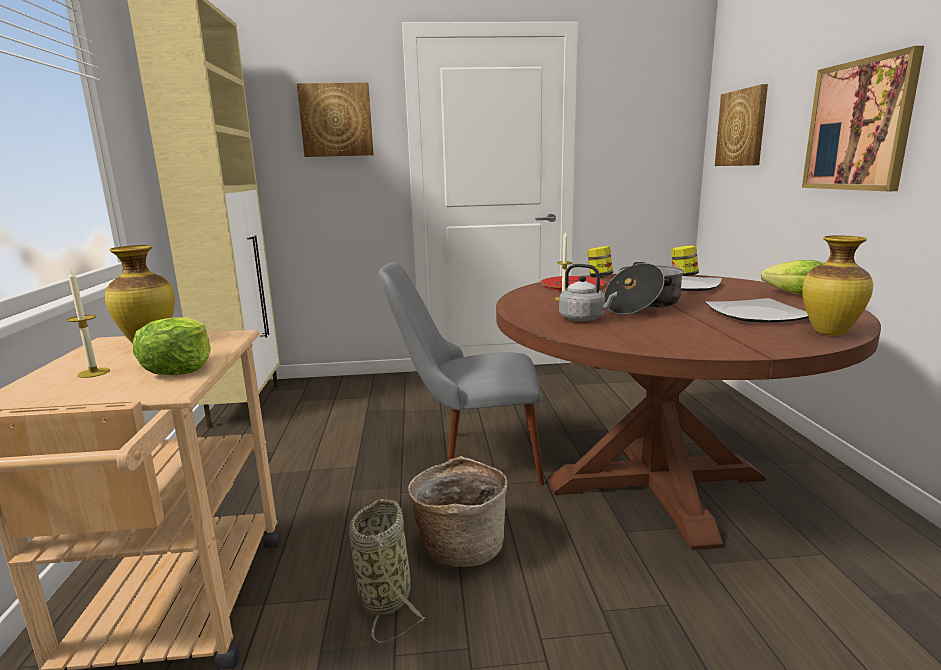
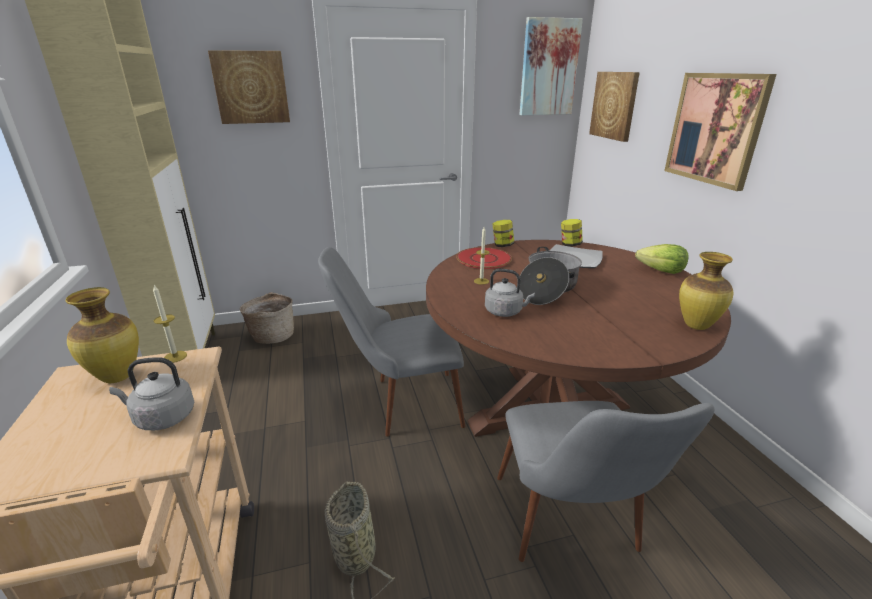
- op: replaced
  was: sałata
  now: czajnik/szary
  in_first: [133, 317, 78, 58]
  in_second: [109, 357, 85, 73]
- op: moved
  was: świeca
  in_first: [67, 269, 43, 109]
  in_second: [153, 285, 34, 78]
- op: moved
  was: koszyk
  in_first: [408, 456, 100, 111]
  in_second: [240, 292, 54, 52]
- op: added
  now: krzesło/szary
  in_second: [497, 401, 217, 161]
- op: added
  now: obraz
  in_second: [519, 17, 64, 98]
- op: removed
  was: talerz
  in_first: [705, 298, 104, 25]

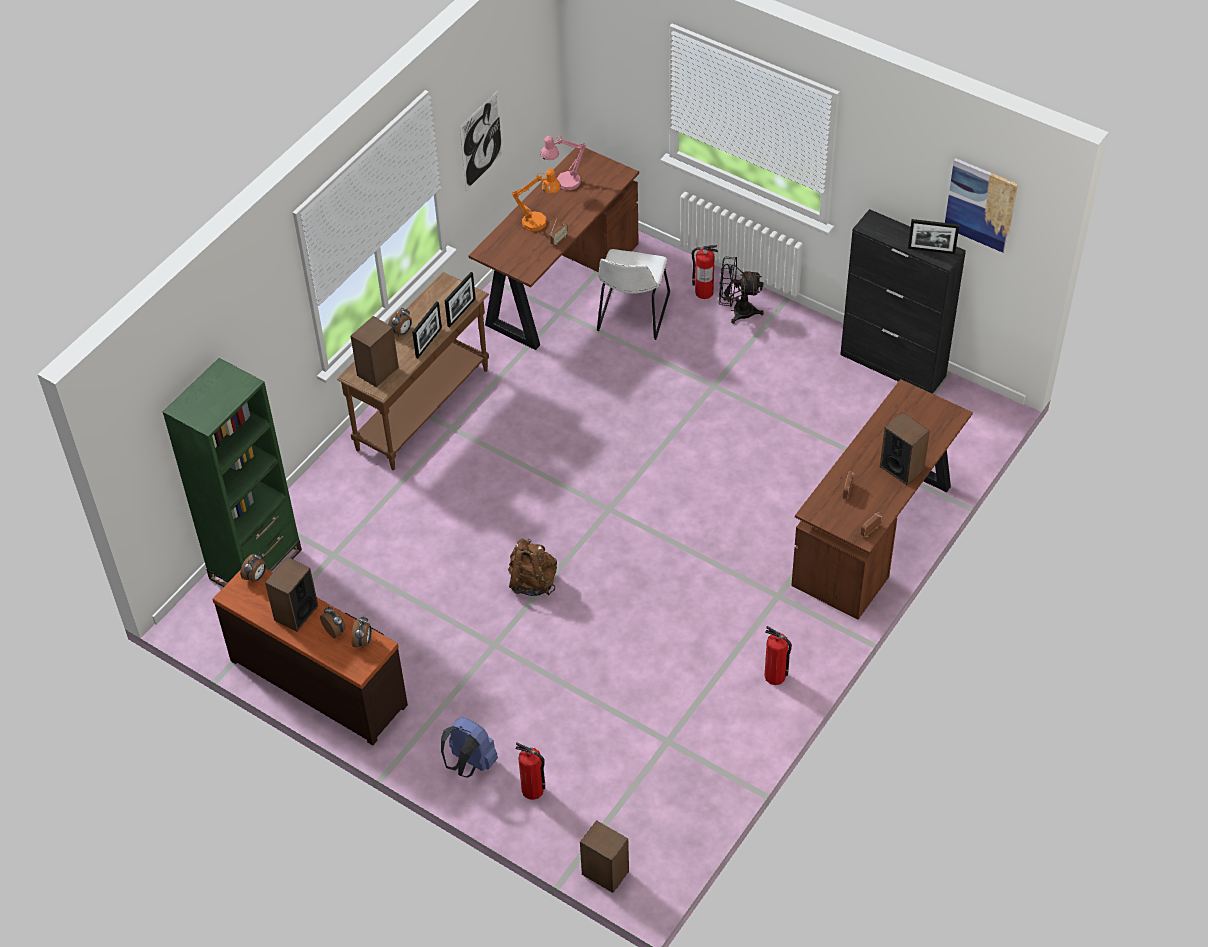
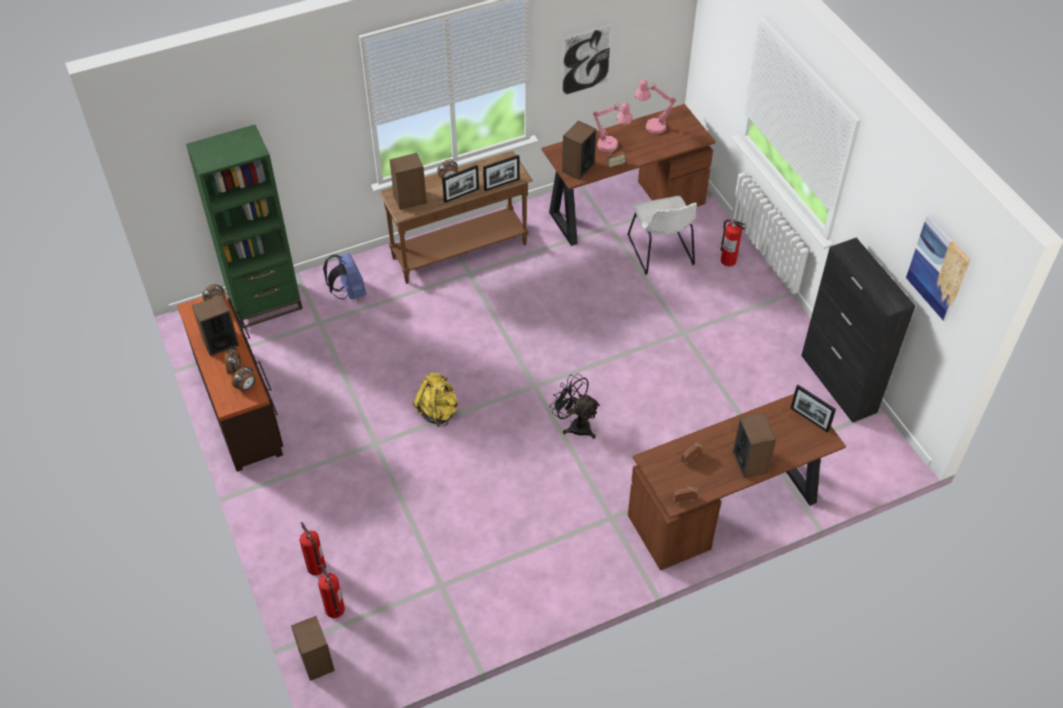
- op: moved
  was: gaśnica
  in_first: [764, 626, 28, 59]
  in_second: [318, 564, 27, 54]
- op: moved
  was: plecak/niebieski
  in_first: [441, 717, 57, 61]
  in_second: [323, 253, 43, 47]
- op: recoloured
  was: plecak/brązowy
  now: plecak/żółty
  in_first: [508, 539, 49, 57]
  in_second: [413, 373, 45, 54]
- op: moved
  was: wentylator/czarny
  in_first: [719, 257, 45, 67]
  in_second: [550, 374, 50, 65]
- op: added
  now: głośnik
  in_second: [562, 121, 34, 59]
- op: recoloured
  was: lampa stołowa/pomarańczowy
  now: lampa stołowa/różowy
  in_first: [512, 169, 49, 62]
  in_second: [593, 103, 40, 49]
- op: turned
  was: krzesło/biały
  in_first: [597, 249, 73, 91]
  in_second: [627, 196, 70, 79]
  clockwise: -60
- op: moved
  was: ramka na zdjęcie
  in_first: [908, 219, 51, 35]
  in_second: [791, 385, 45, 48]

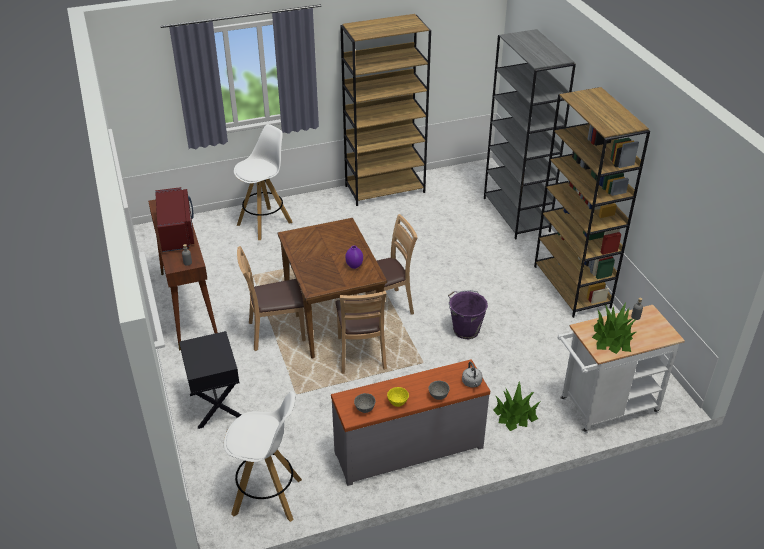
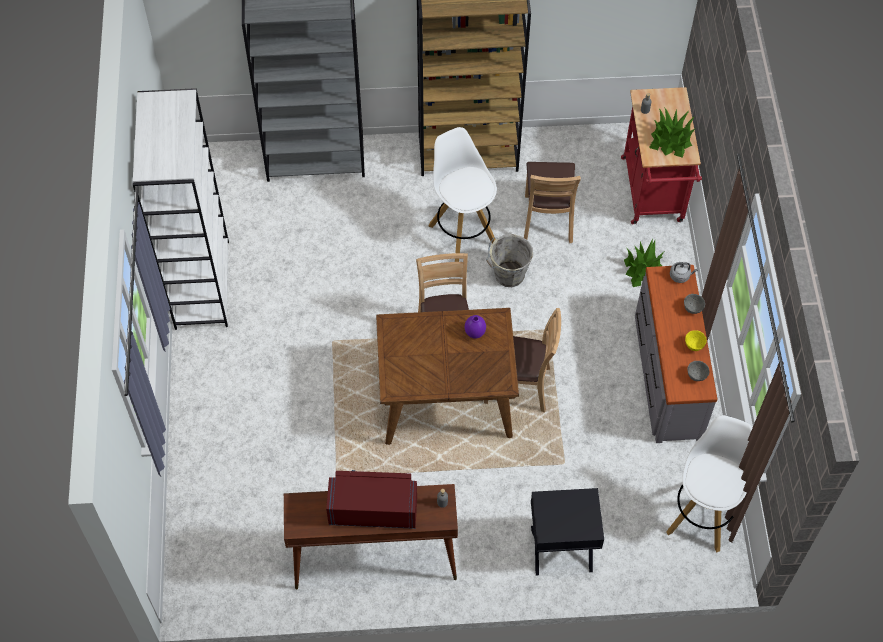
- op: recoloured
  was: regał/brązowy
  now: regał/biały
  in_first: [340, 14, 91, 192]
  in_second: [132, 88, 97, 242]
- op: moved
  was: stołek/biały
  in_first: [234, 124, 59, 116]
  in_second: [428, 127, 69, 135]
- op: recoloured
  was: wiadro/fioletowy
  now: wiadro/szary
  in_first: [448, 290, 40, 49]
  in_second: [486, 234, 47, 53]
- op: moved
  was: krzesło/brązowy
  in_first: [237, 246, 69, 105]
  in_second: [524, 162, 57, 81]
- op: recoloured
  was: wózek/biały
  now: wózek/czerwony
  in_first: [558, 305, 127, 128]
  in_second: [621, 87, 81, 137]

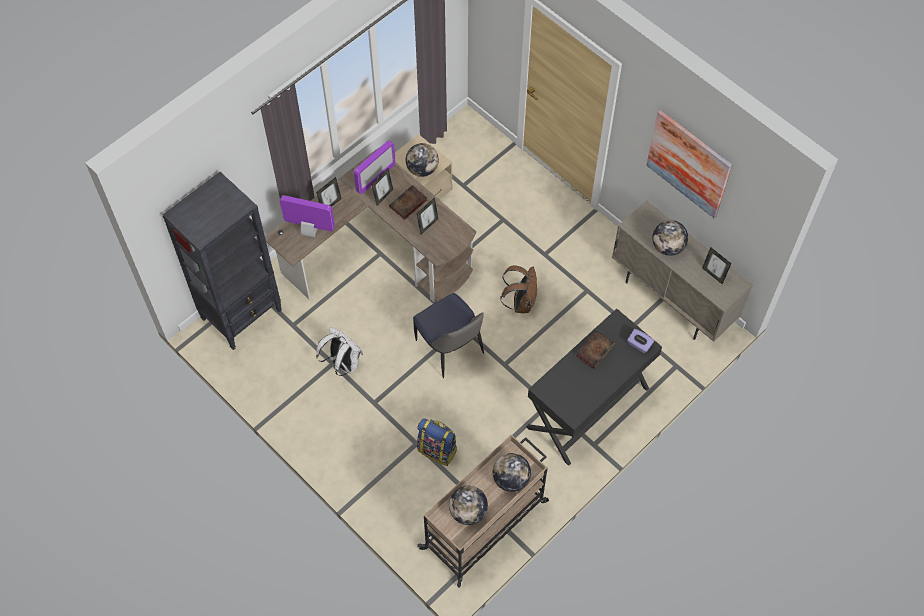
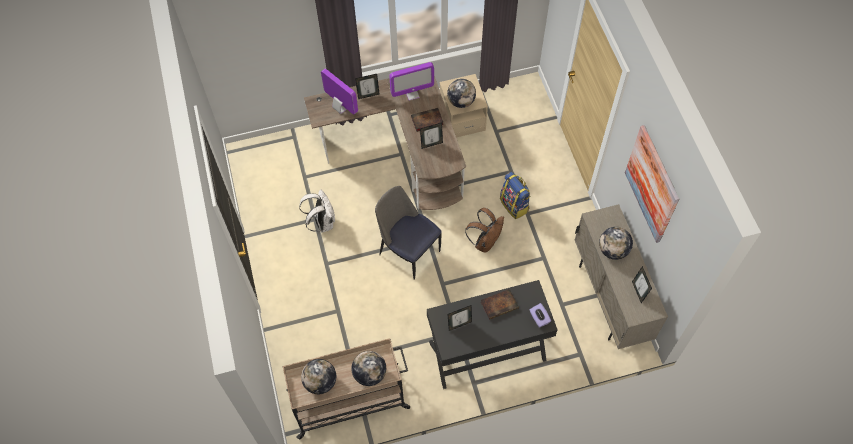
- op: turned
  was: krzesło
  in_first: [413, 293, 71, 86]
  in_second: [375, 186, 66, 94]
  clockwise: 135
- op: moved
  was: ramka na zdjęcie
  in_first: [372, 169, 21, 36]
  in_second: [448, 305, 24, 26]
- op: moved
  was: plecak
  in_first: [417, 418, 40, 48]
  in_second: [500, 172, 30, 47]
- op: removed
  was: regał/czarny
  in_first: [163, 172, 119, 178]

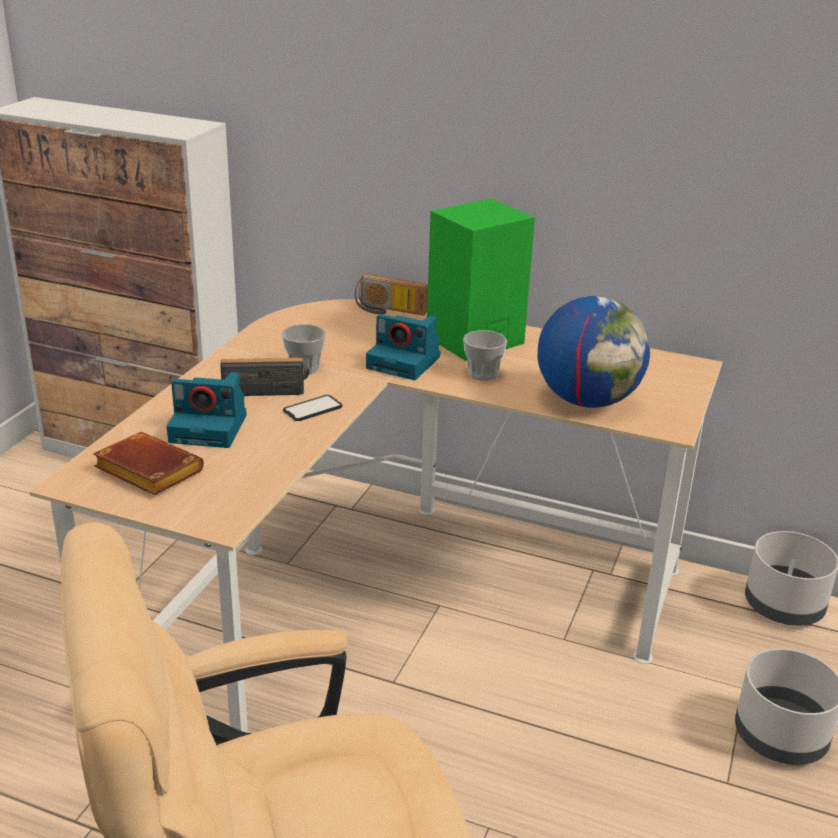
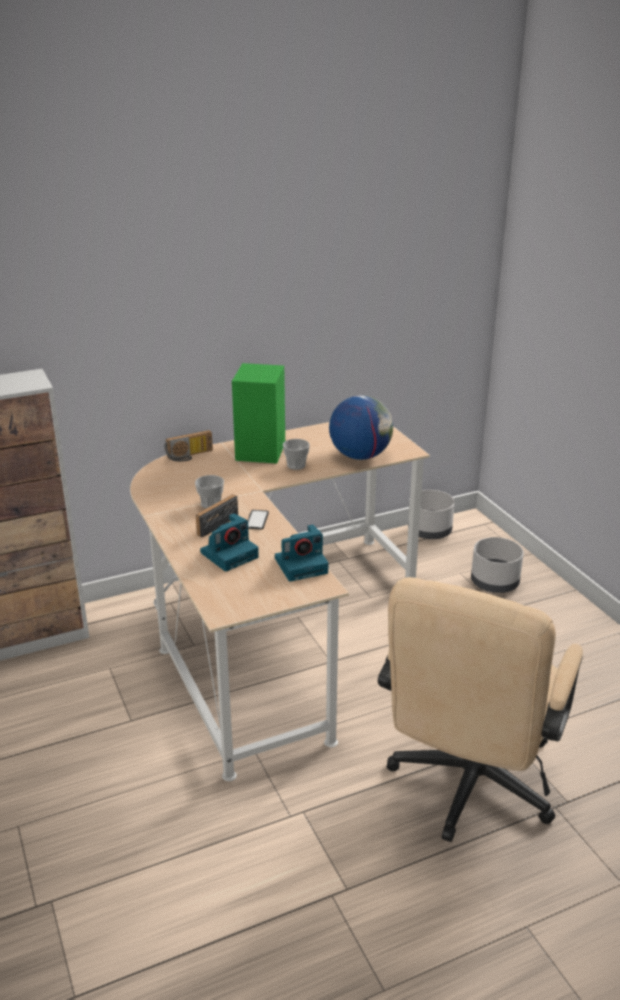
- op: moved
  was: aparat fotograficzny
  in_first: [366, 314, 74, 66]
  in_second: [275, 524, 54, 58]
- op: removed
  was: książka/brązowy
  in_first: [93, 432, 111, 63]

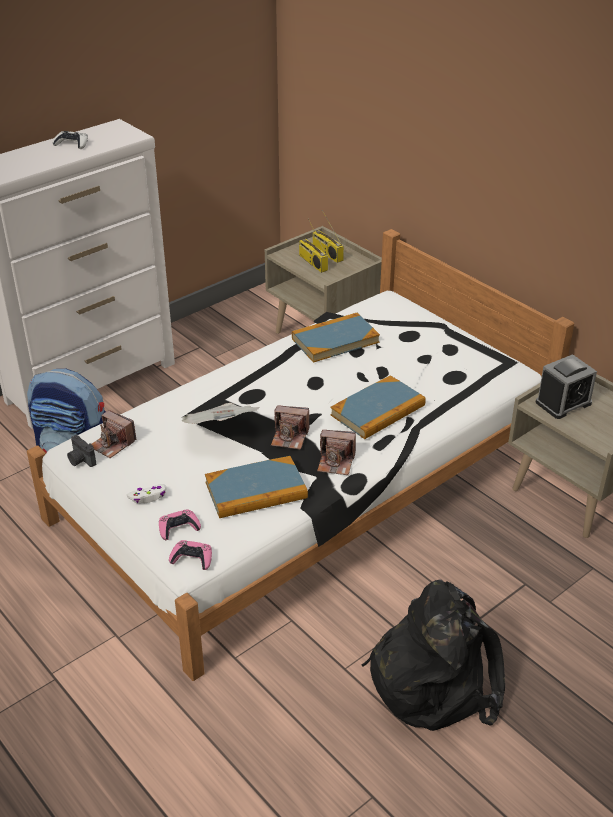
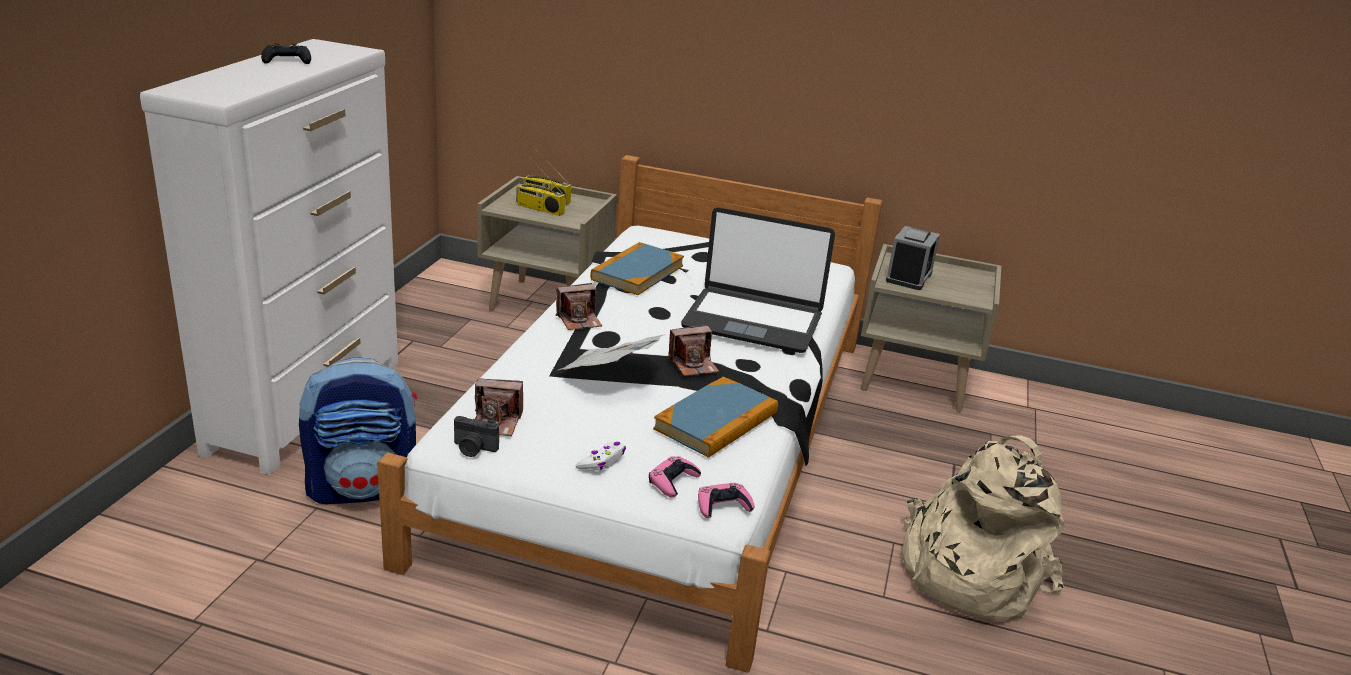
- op: recoloured
  was: pad do gier/biały
  now: pad do gier/czarny
  in_first: [52, 131, 36, 18]
  in_second: [261, 43, 50, 21]
- op: moved
  was: aparat fotograficzny
  in_first: [317, 430, 39, 45]
  in_second: [556, 283, 46, 47]
- op: replaced
  was: książka
  now: laptop
  in_first: [330, 375, 96, 64]
  in_second: [681, 207, 154, 146]
- op: recoloured
  was: plecak/czarny
  now: plecak/beżowy
  in_first: [361, 579, 144, 152]
  in_second: [902, 436, 163, 185]

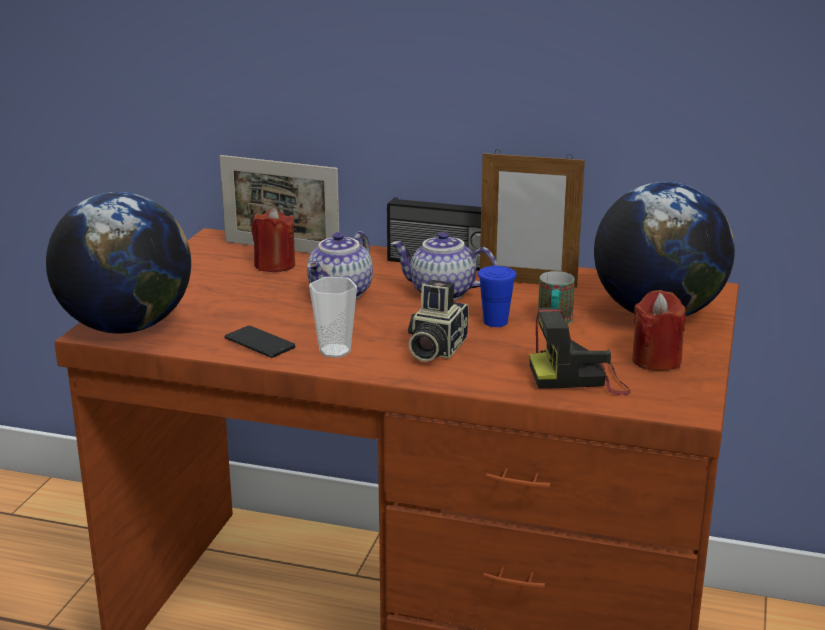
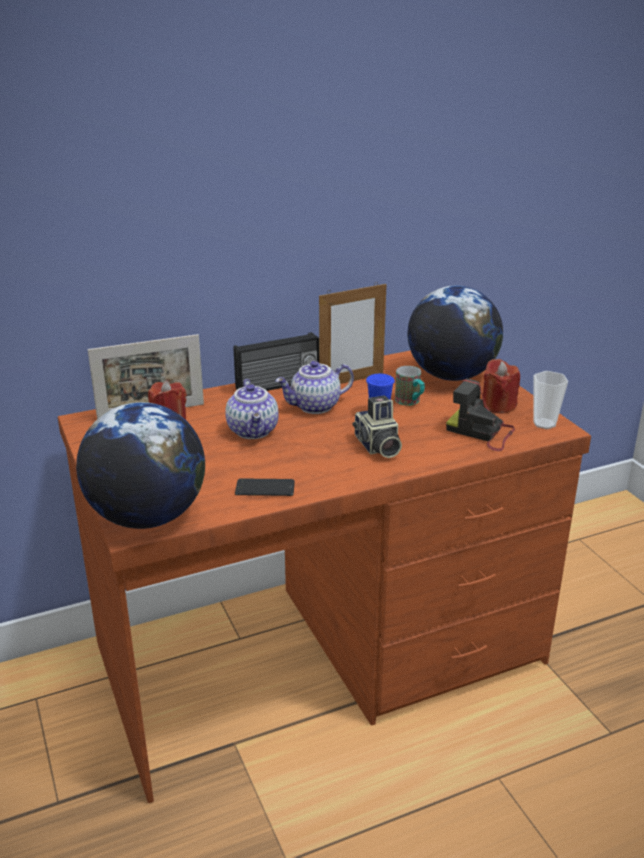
- op: turned
  was: aparat fotograficzny
  in_first: [529, 308, 102, 87]
  in_second: [446, 378, 69, 73]
  clockwise: 75
- op: moved
  was: filiżanka
  in_first: [309, 277, 48, 81]
  in_second: [534, 371, 34, 58]

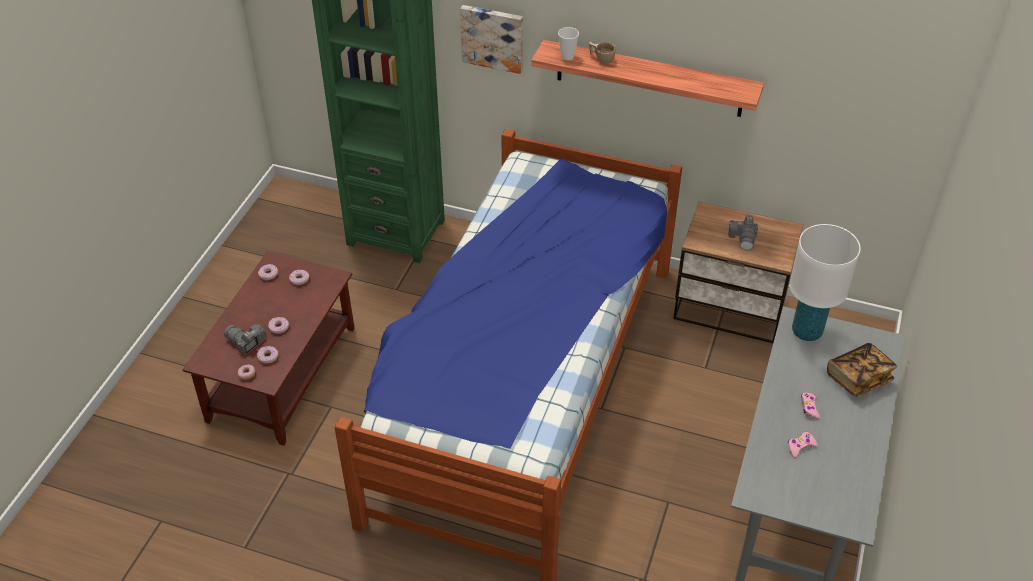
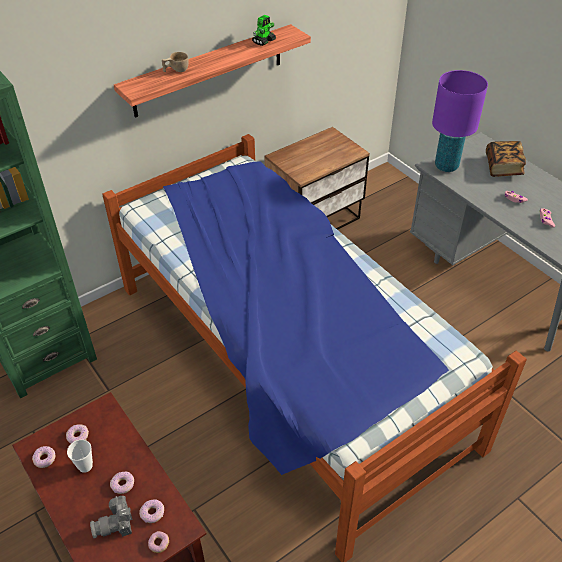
- op: moved
  was: filiżanka
  in_first: [558, 27, 21, 33]
  in_second: [67, 440, 26, 33]
- op: added
  now: robot zabawkowy
  in_second: [252, 15, 24, 31]
- op: recoloured
  was: lampa stołowa/biały
  now: lampa stołowa/fioletowy
  in_first: [789, 224, 72, 117]
  in_second: [432, 70, 56, 102]
- op: removed
  was: obraz
  in_first: [460, 5, 63, 69]
- op: removed
  was: aparat fotograficzny
  in_first: [728, 215, 31, 35]

